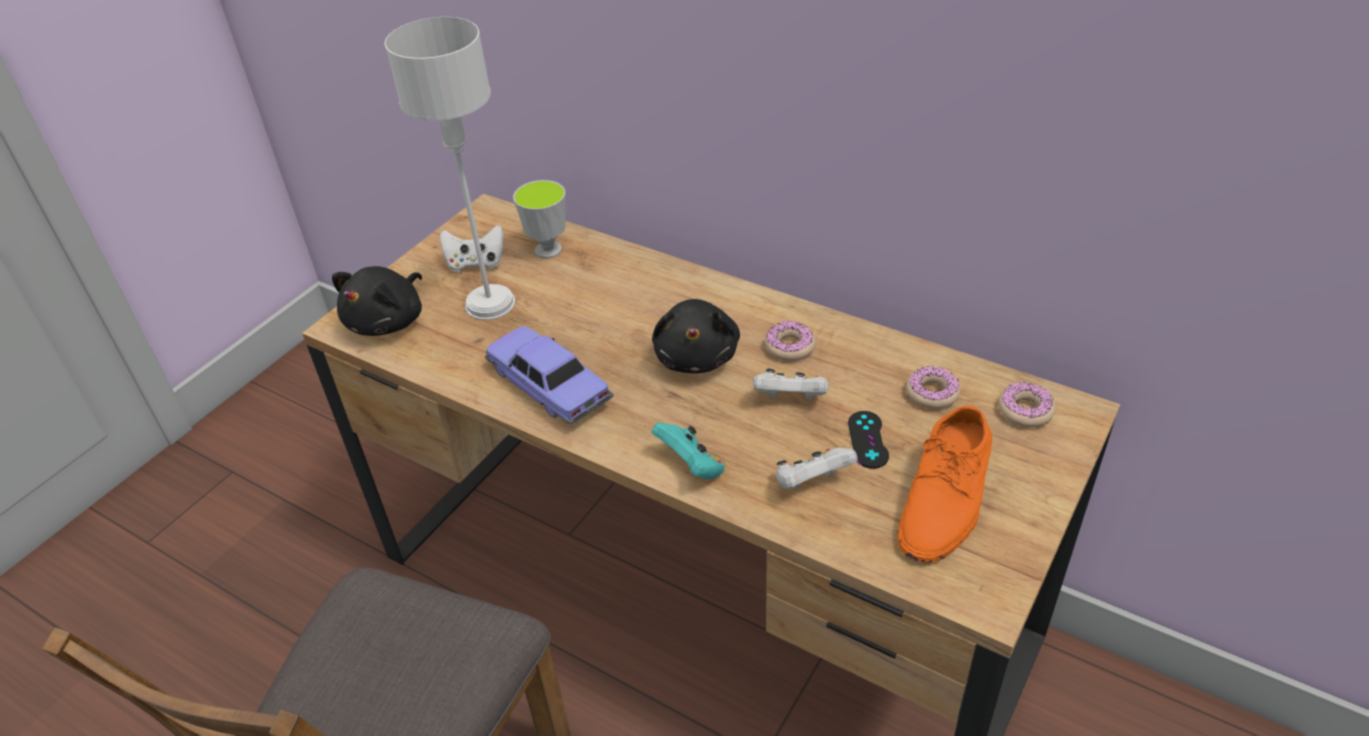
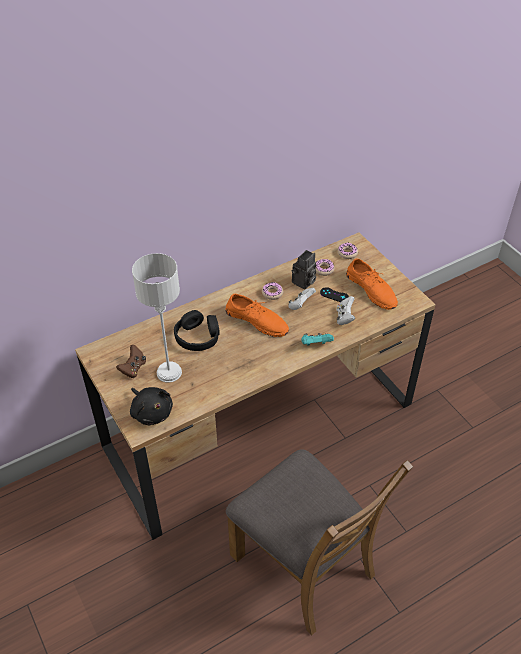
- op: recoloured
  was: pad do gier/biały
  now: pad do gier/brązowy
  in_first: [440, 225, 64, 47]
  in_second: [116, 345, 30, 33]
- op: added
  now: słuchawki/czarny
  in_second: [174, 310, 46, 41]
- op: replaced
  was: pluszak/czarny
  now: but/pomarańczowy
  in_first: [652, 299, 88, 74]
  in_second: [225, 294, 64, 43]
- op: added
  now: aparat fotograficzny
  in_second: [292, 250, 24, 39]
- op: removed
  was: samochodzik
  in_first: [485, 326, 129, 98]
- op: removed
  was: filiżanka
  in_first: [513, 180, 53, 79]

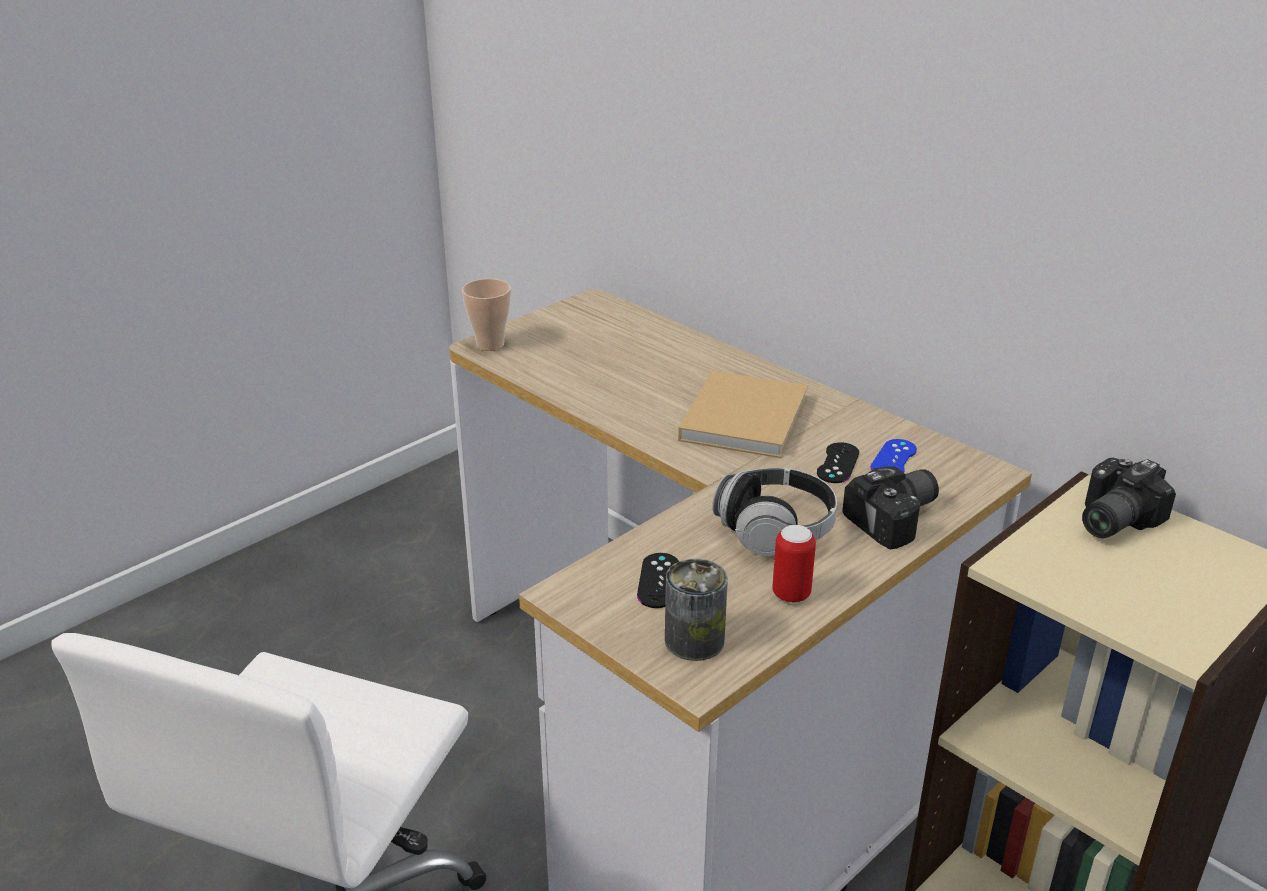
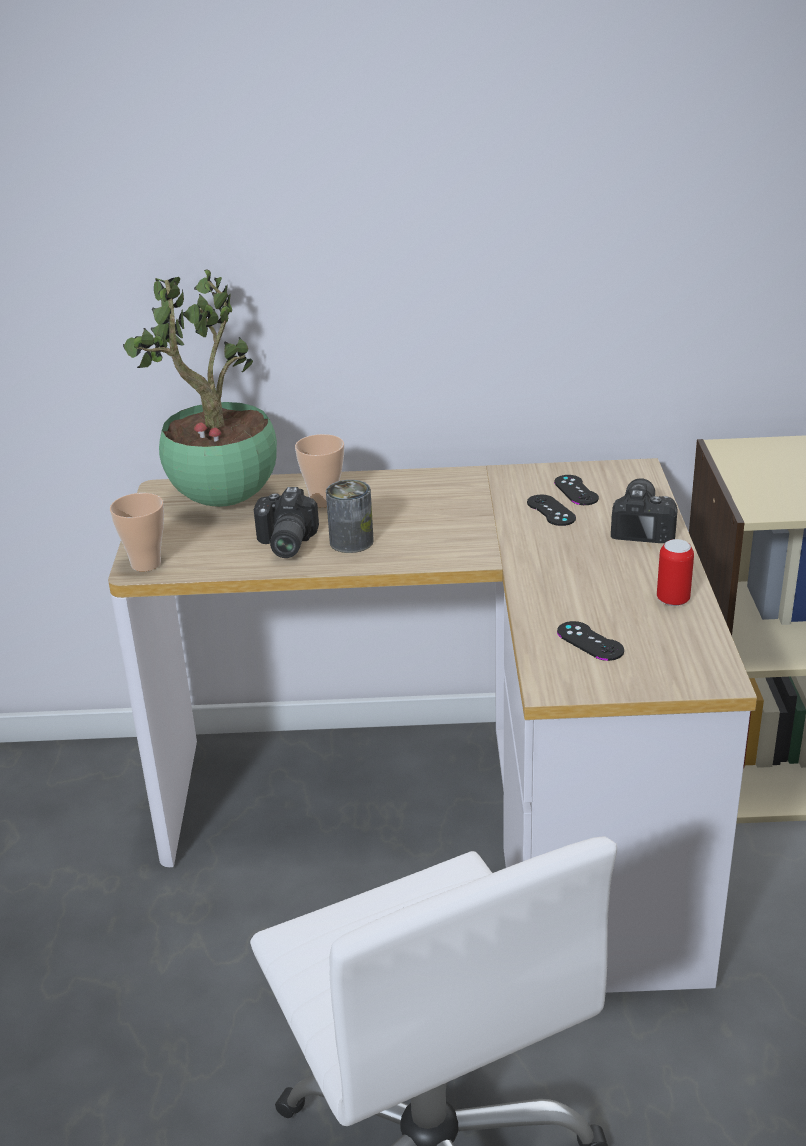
- op: added
  now: roślina doniczkowa
  in_second: [123, 270, 154, 237]
- op: moved
  was: aparat fotograficzny
  in_first: [1082, 458, 94, 80]
  in_second: [254, 487, 65, 71]
- op: added
  now: filiżanka
  in_second: [295, 434, 49, 73]
- op: moved
  was: puszka
  in_first: [665, 559, 63, 102]
  in_second: [326, 480, 48, 73]
- op: recoloured
  was: pad do gier/niebieski
  now: pad do gier/czarny
  in_first: [870, 439, 47, 33]
  in_second: [554, 475, 45, 30]
- op: removed
  was: książka/beżowy
  in_first: [678, 371, 130, 87]
- op: removed
  was: słuchawki
  in_first: [712, 468, 125, 88]

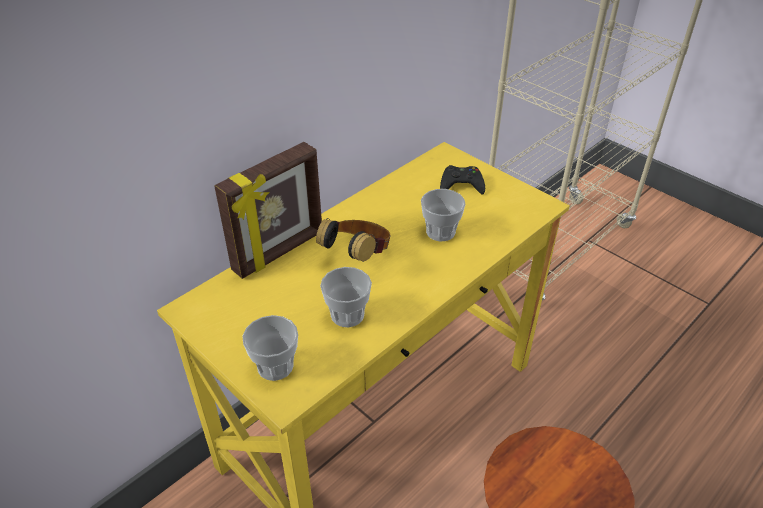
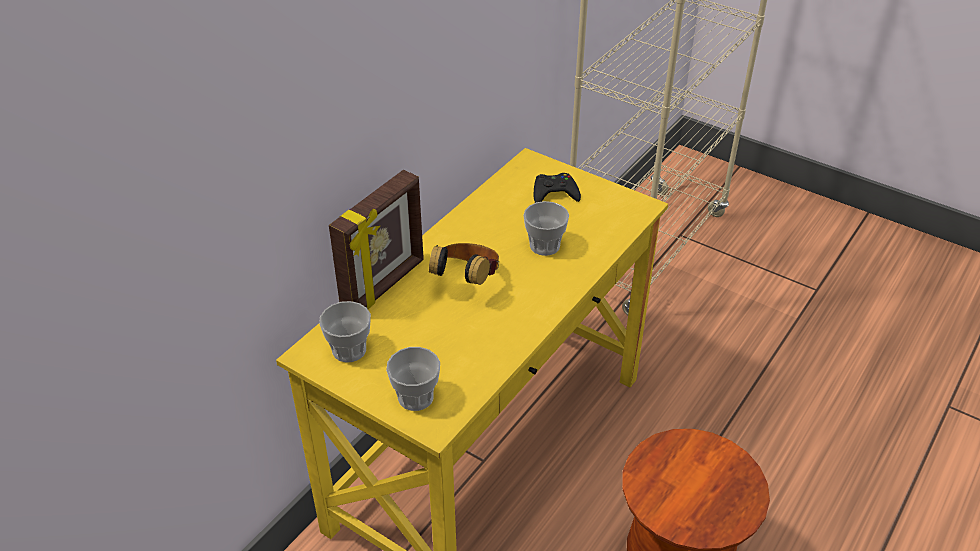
- op: moved
  was: filiżanka
  in_first: [320, 267, 52, 60]
  in_second: [319, 301, 52, 61]

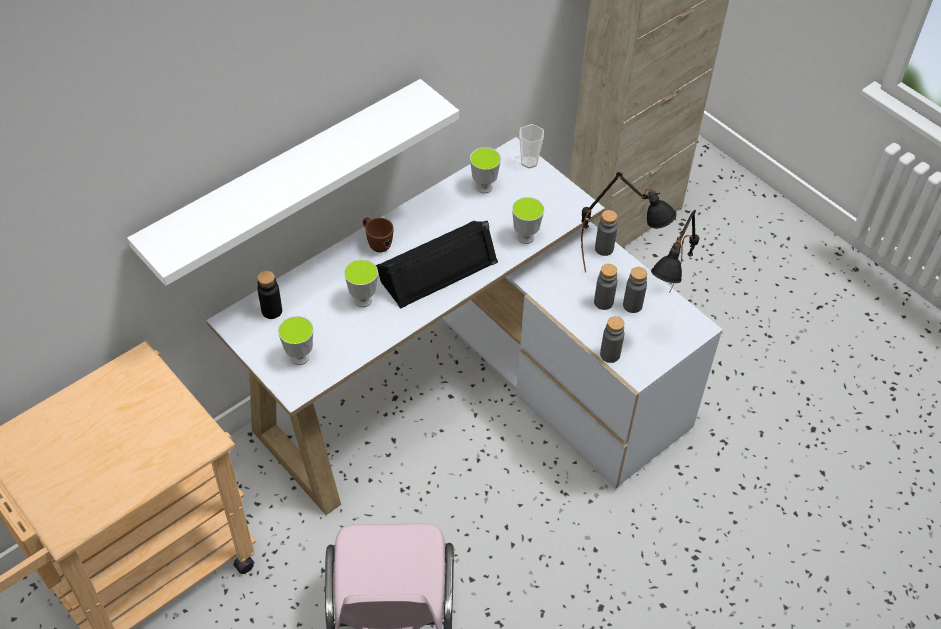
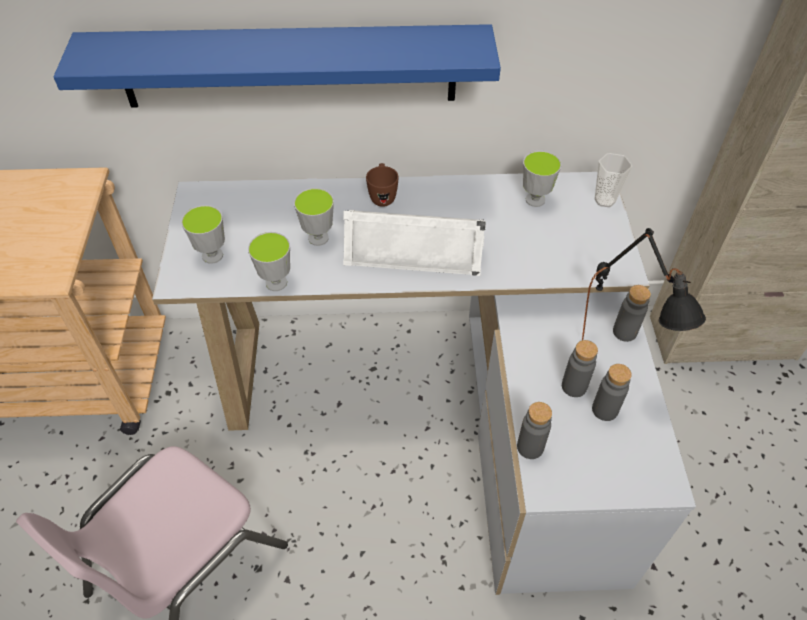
- op: recoloured
  was: półka/biały
  now: półka/niebieski
  in_first: [127, 79, 332, 207]
  in_second: [53, 24, 448, 83]
- op: moved
  was: filiżanka
  in_first: [512, 197, 32, 47]
  in_second: [248, 232, 42, 59]
- op: recoloured
  was: głośnik/czarny
  now: głośnik/biały
  in_first: [376, 221, 122, 88]
  in_second: [343, 210, 143, 66]
- op: removed
  was: butelka/czarny
  in_first: [257, 271, 25, 48]
- op: removed
  was: lampa stołowa/czarny
  in_first: [651, 210, 48, 83]

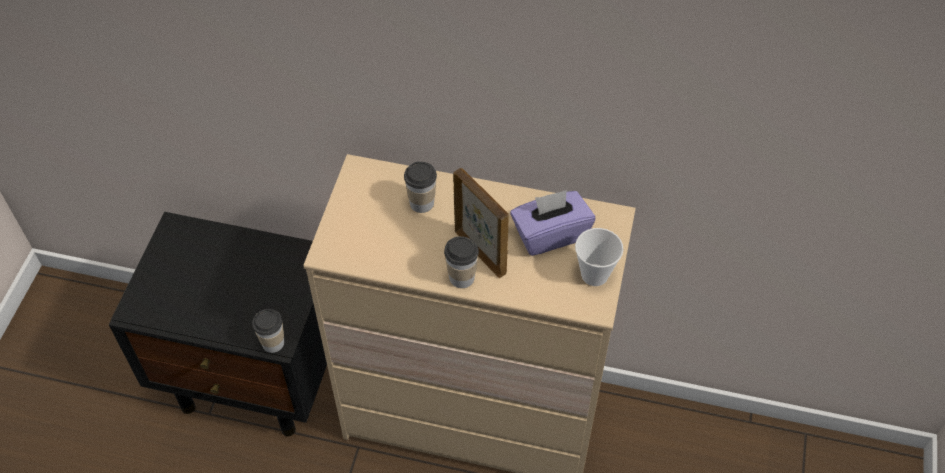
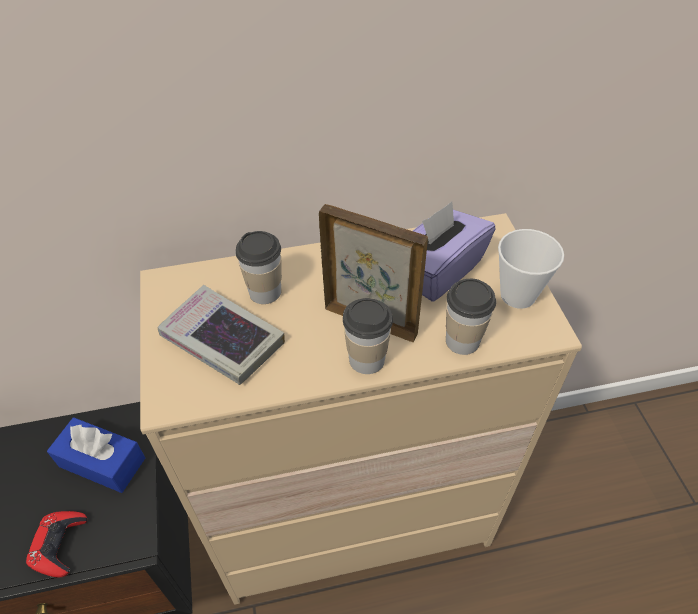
- op: added
  now: pad do gier/czerwony
  in_second: [25, 511, 62, 66]
- op: added
  now: pudełko chusteczek/niebieski
  in_second: [47, 418, 98, 75]
- op: added
  now: książka
  in_second: [157, 285, 128, 100]
- op: moved
  was: filiżanka
  in_first: [252, 309, 32, 44]
  in_second: [446, 279, 50, 76]

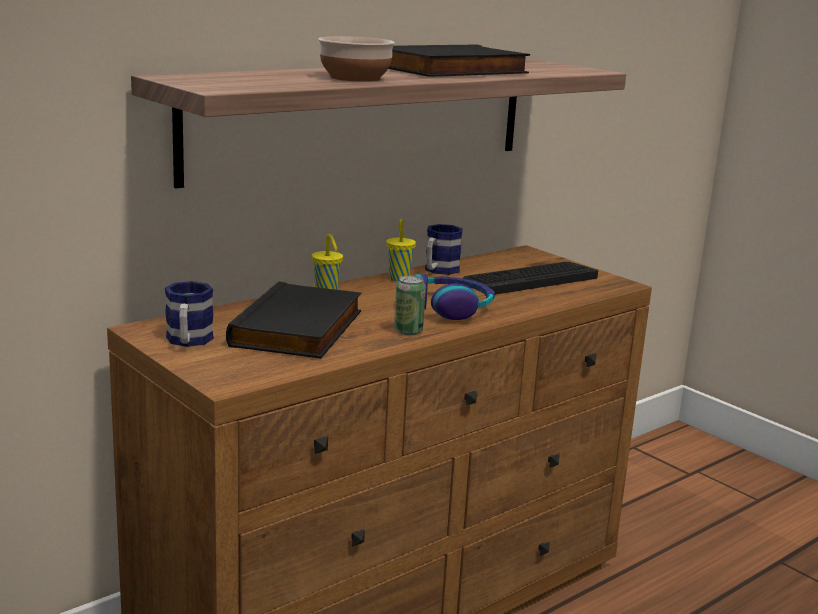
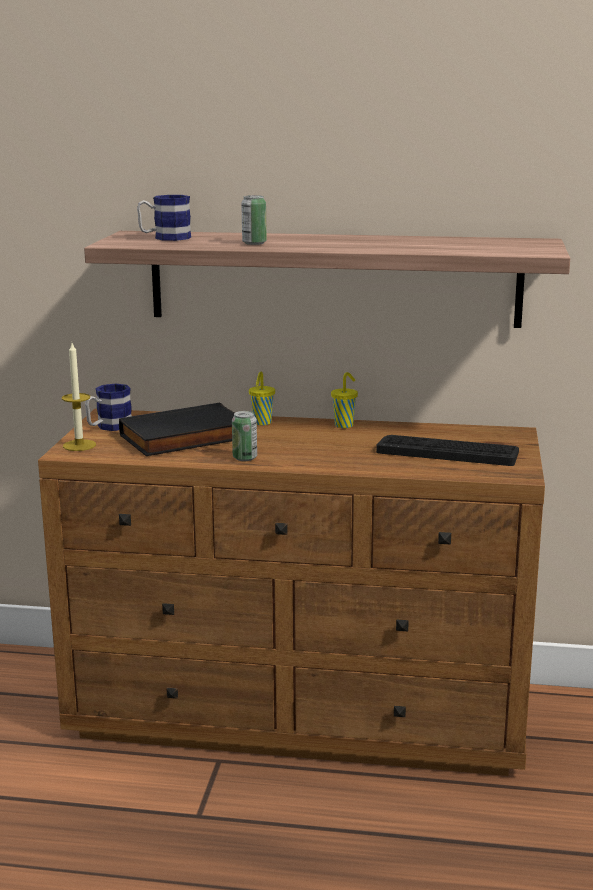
- op: added
  now: świeca
  in_second: [62, 343, 34, 108]
- op: moved
  was: kubek
  in_first: [425, 224, 38, 51]
  in_second: [137, 195, 54, 46]
- op: replaced
  was: miska
  now: puszka
  in_first: [318, 36, 77, 46]
  in_second: [241, 195, 26, 50]
- op: removed
  was: książka/czarny
  in_first: [388, 45, 142, 32]
- op: removed
  was: słuchawki
  in_first: [413, 274, 82, 46]

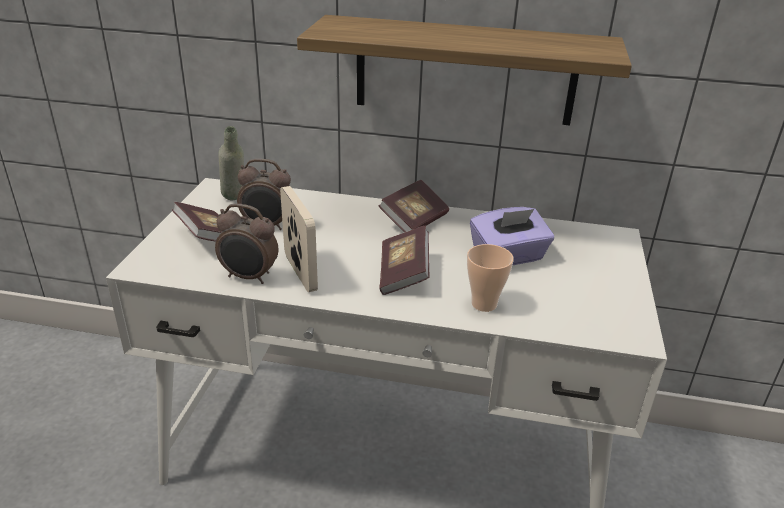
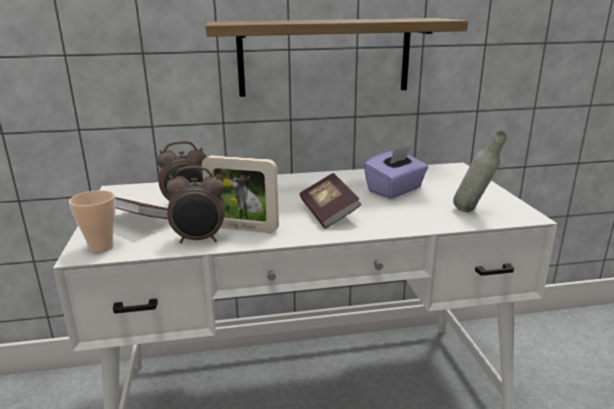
- op: moved
  was: filiżanka
  in_first: [467, 244, 47, 68]
  in_second: [69, 190, 47, 62]
- op: turned
  was: ramka na zdjęcie
  in_first: [280, 186, 38, 106]
  in_second: [202, 155, 77, 78]
  clockwise: 150
- op: moved
  was: butelka/szary
  in_first: [218, 126, 26, 74]
  in_second: [453, 130, 54, 82]
- op: removed
  was: książka
  in_first: [379, 180, 70, 52]

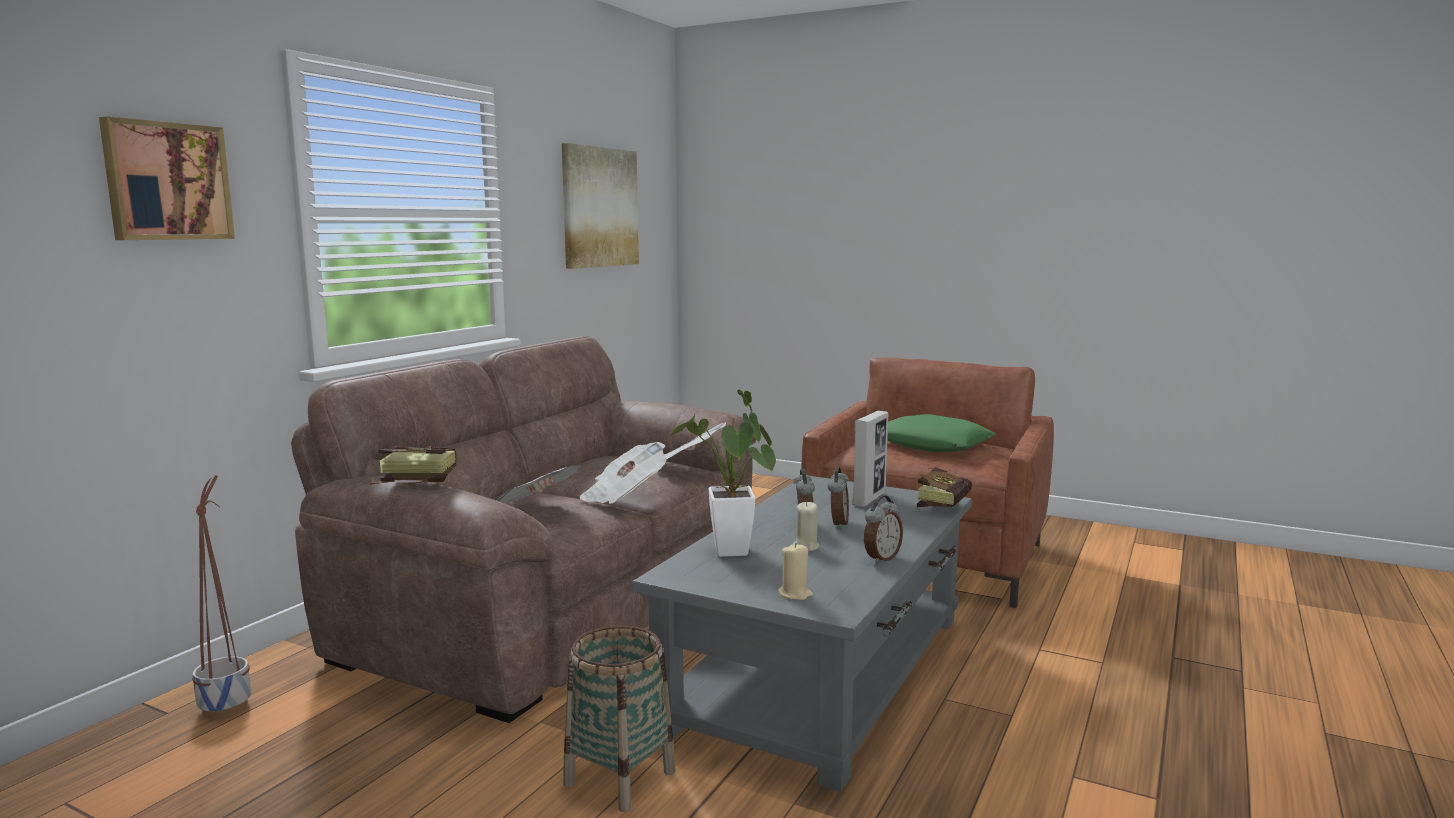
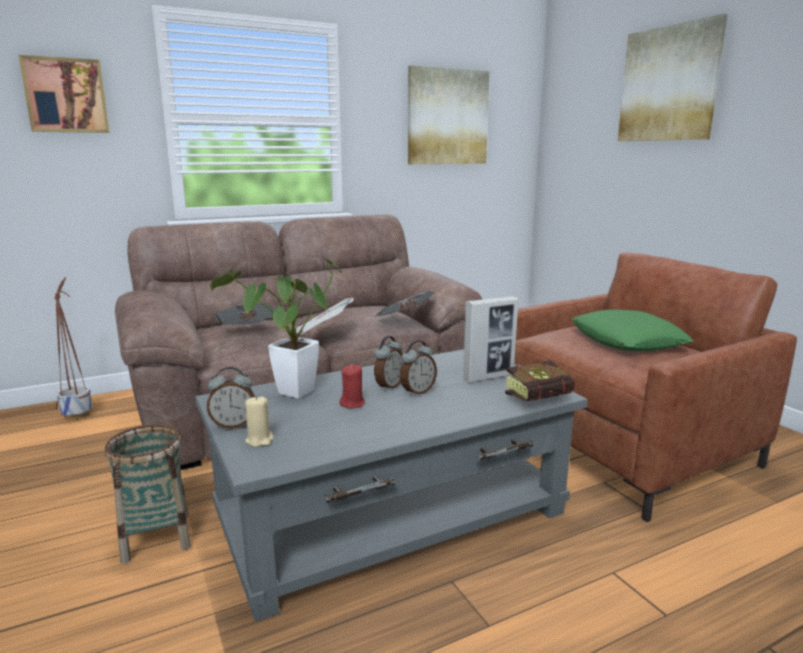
- op: moved
  was: budzik
  in_first: [864, 495, 39, 69]
  in_second: [207, 367, 48, 62]
- op: recoloured
  was: świeca/beżowy
  now: świeca/czerwony
  in_first: [793, 502, 27, 49]
  in_second: [339, 364, 26, 45]
- op: added
  now: obraz
  in_second: [618, 14, 110, 127]
- op: removed
  was: książka
  in_first: [368, 446, 89, 39]

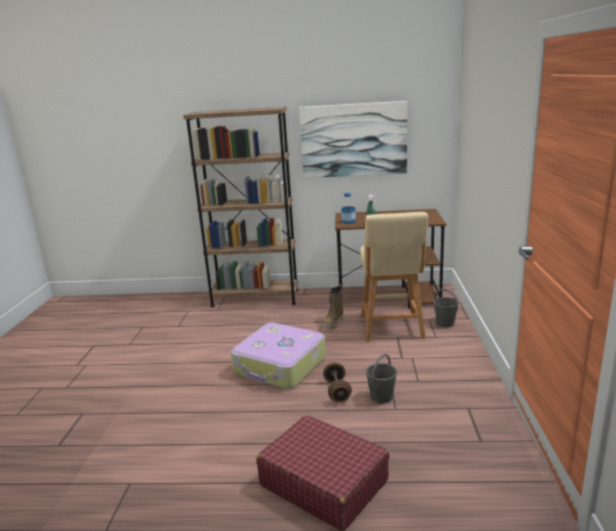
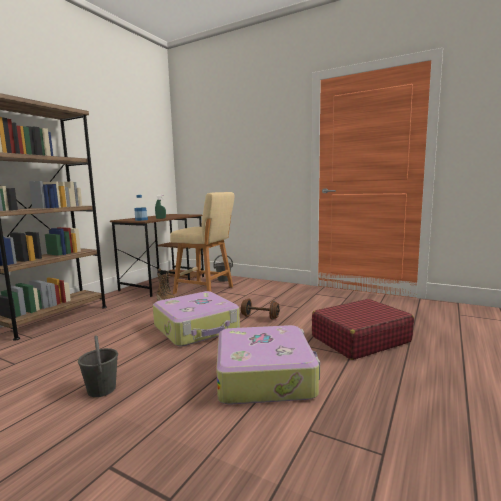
- op: moved
  was: wiadro/szary
  in_first: [366, 354, 31, 50]
  in_second: [78, 335, 40, 62]
- op: added
  now: walizka
  in_second: [216, 325, 104, 79]
- op: removed
  was: obraz
  in_first: [299, 101, 108, 77]

